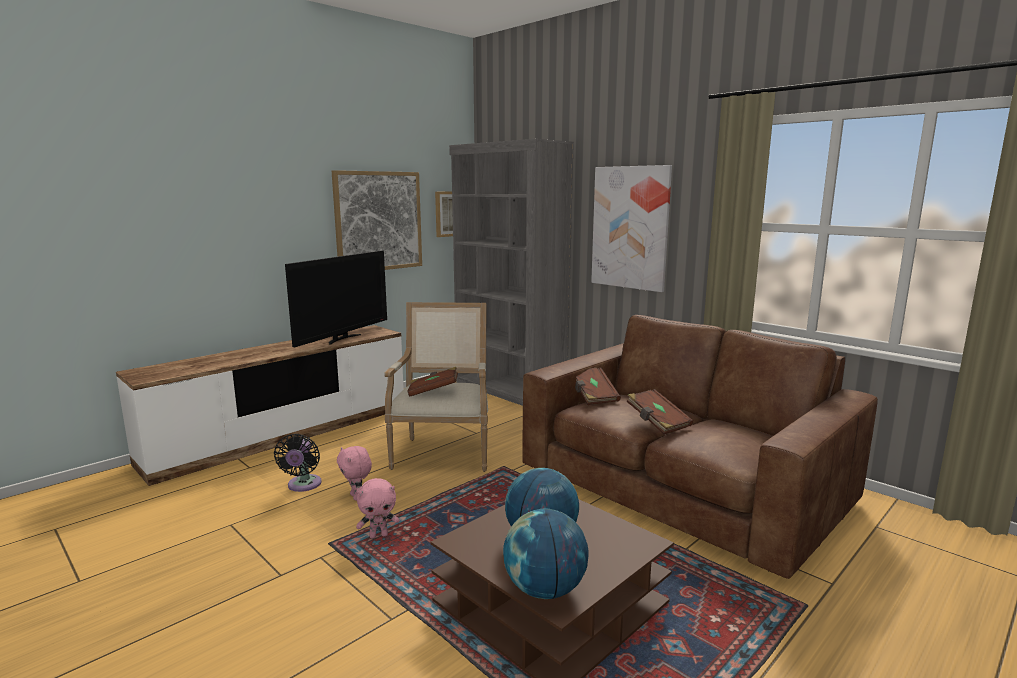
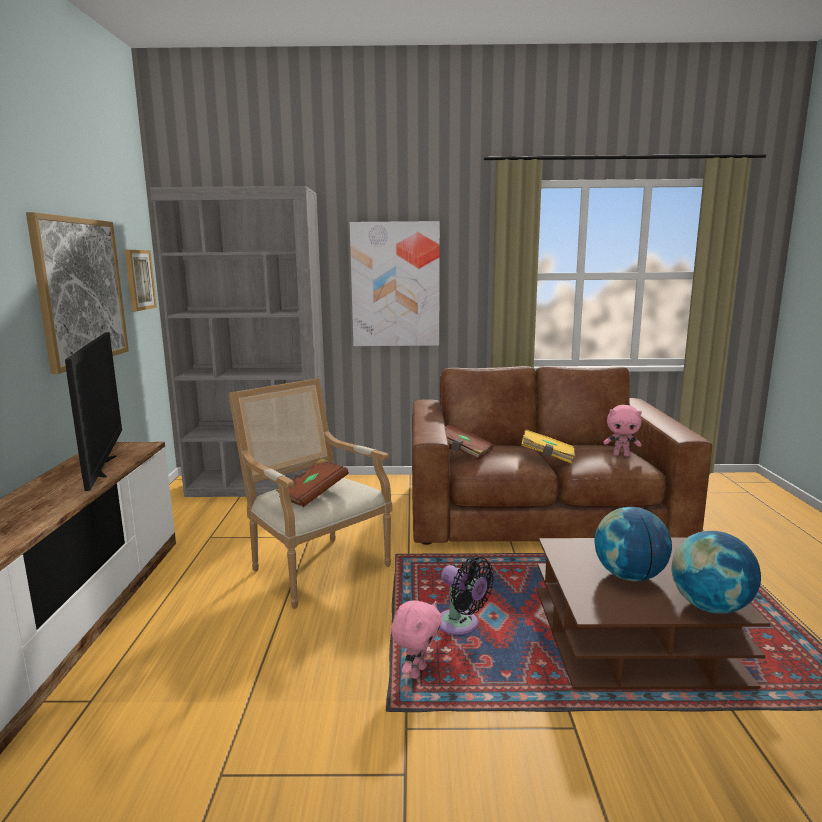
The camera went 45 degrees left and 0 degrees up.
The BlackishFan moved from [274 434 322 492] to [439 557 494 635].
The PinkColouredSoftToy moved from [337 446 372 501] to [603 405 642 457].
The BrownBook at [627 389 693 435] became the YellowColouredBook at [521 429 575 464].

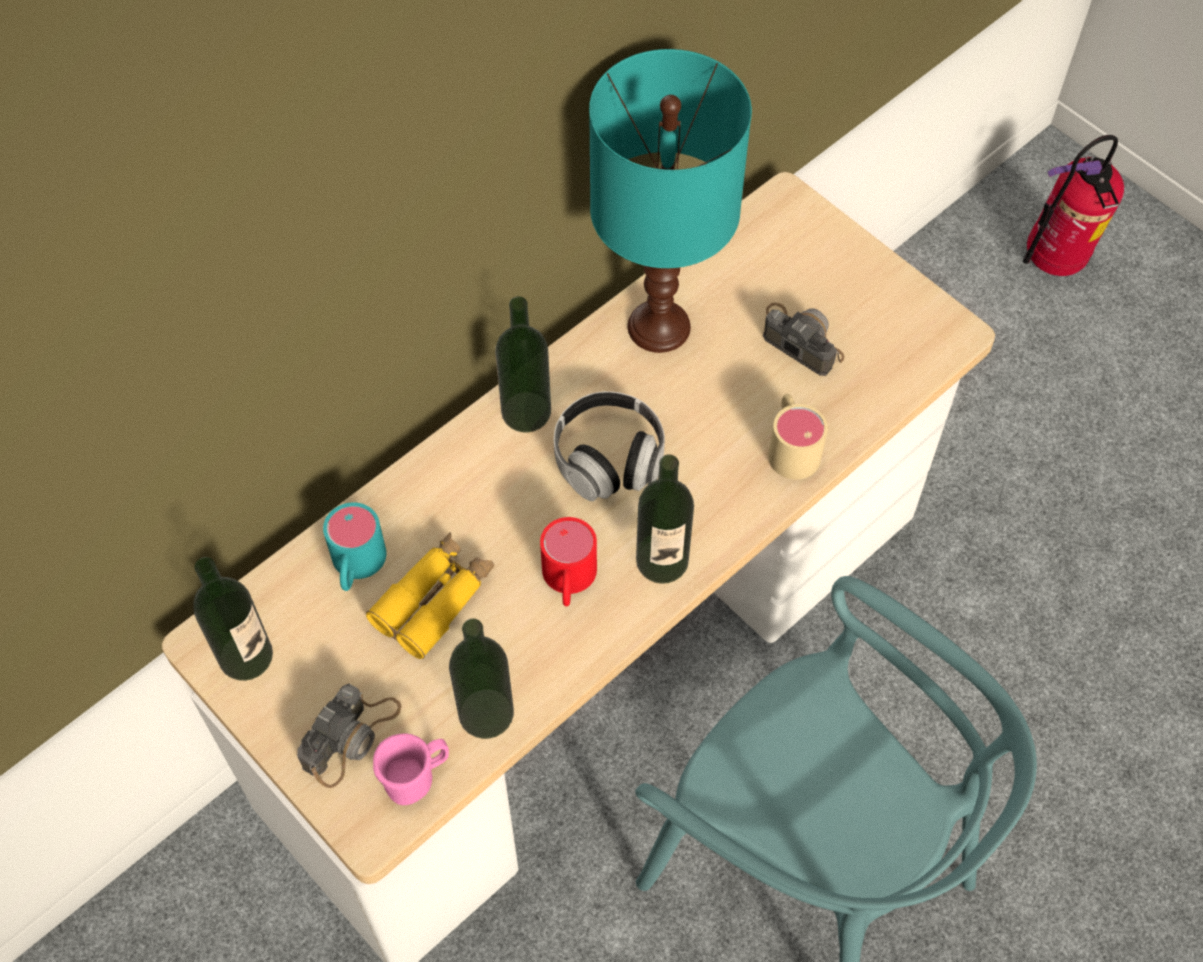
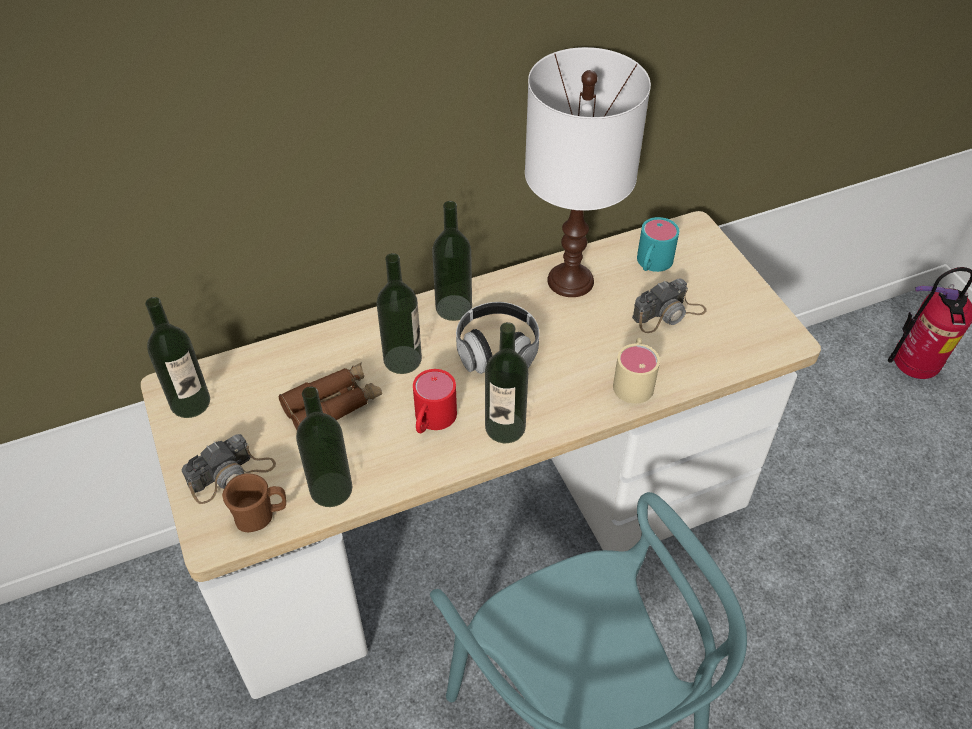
The camera went 20 degrees right and 10 degrees down.
The DrinkBottle at [376 253 422 374] appeared.
The TurquoiseColouredMug moved from [323 502 387 591] to [637 217 679 272].
The YellowColouredFieldGlasses at [366 532 494 659] became the BrownFieldGlasses at [279 362 382 430].
The PinkColouredMug at [373 733 449 805] became the BrownMug at [222 473 286 532].
The TurquoiseColouredTableLamp at [589 49 752 353] became the WhiteColouredTableLamp at [525 47 651 297].
The StillCamera at [763 303 845 376] turned 90 degrees clockwise.

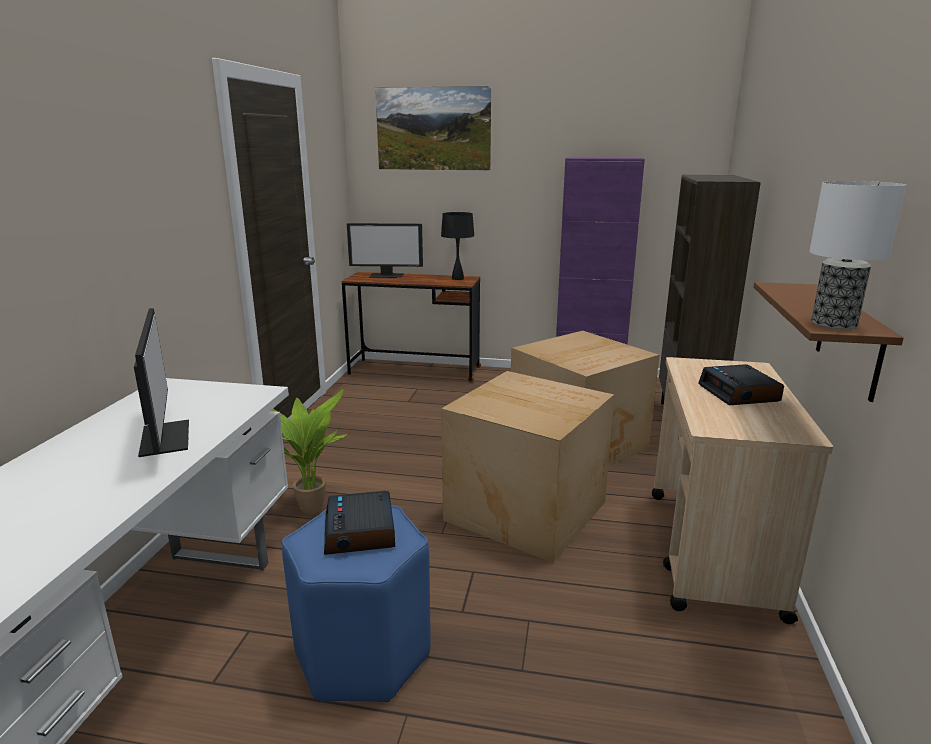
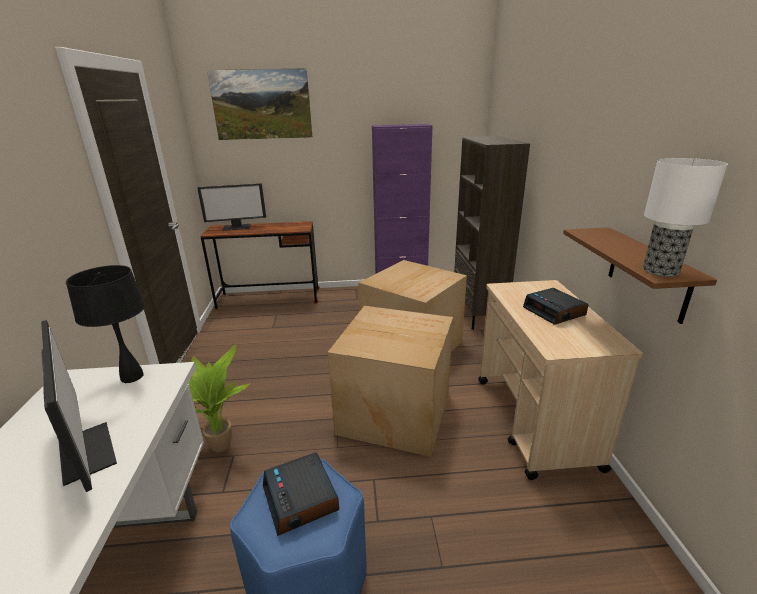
The camera went 15 degrees left and 5 degrees up.
The BlackishTableLamp moved from [441 212 474 280] to [66 265 145 383].

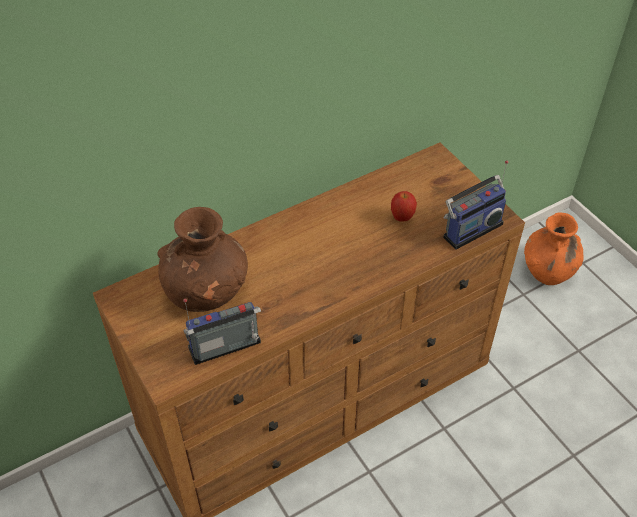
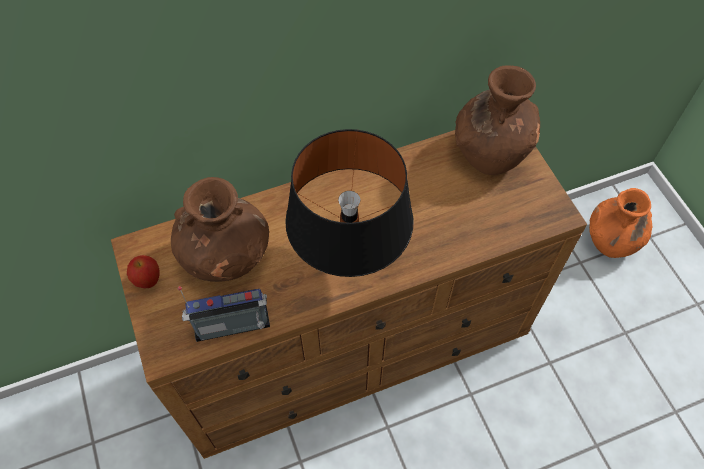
The camera went 10 degrees right and 10 degrees up.
The Radio at [443 160 508 250] disappeared.
The BlackishTableLamp at [285 129 413 277] appeared.
The BrownVase at [455 65 540 175] appeared.
The WholeApple moved from [391 191 417 221] to [127 255 160 288].

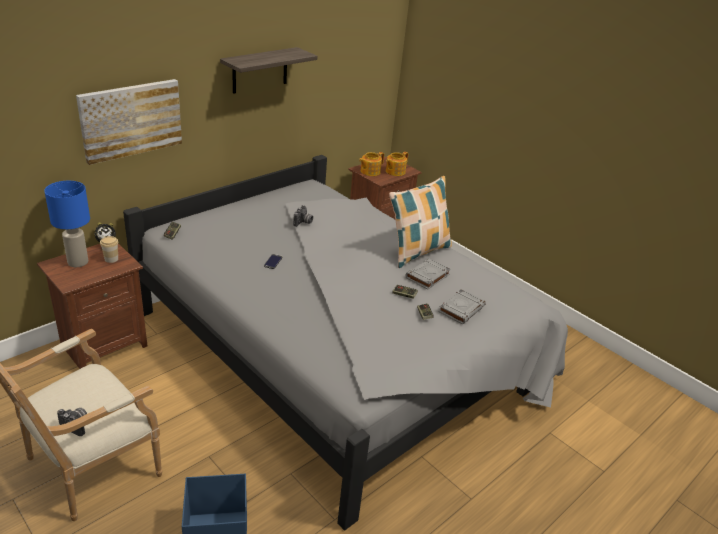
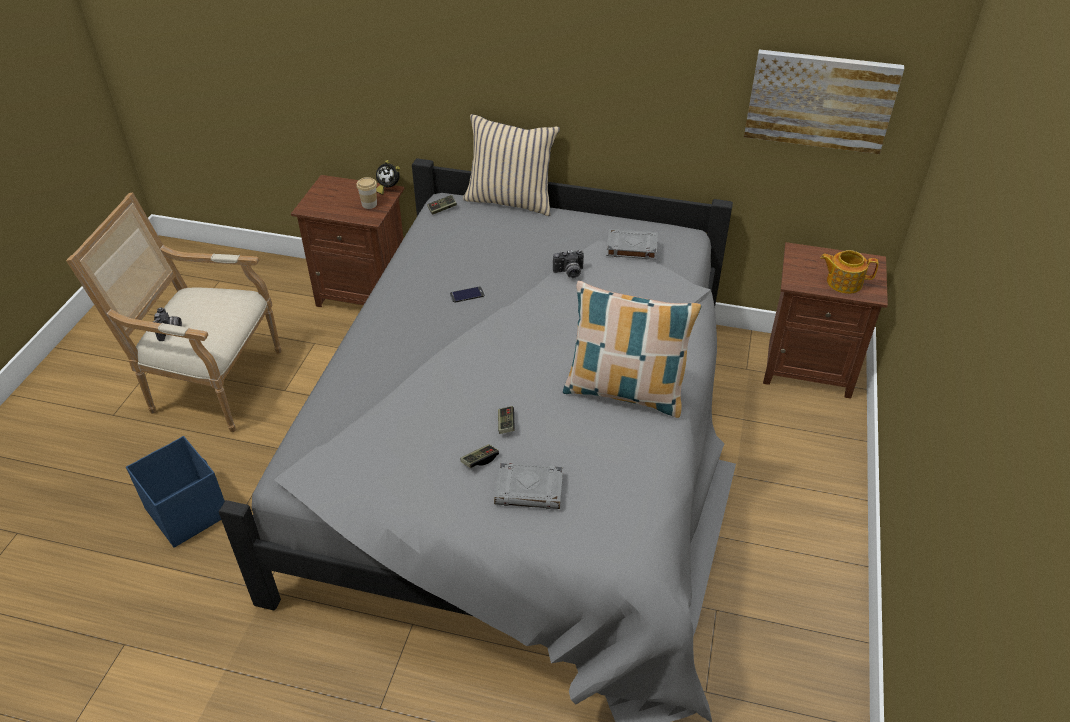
The camera went 60 degrees right and 10 degrees up.
The BlueTableLamp at [44 181 90 267] disappeared.
The WallShelf at [220 47 317 94] disappeared.
The PotForTea at [359 152 384 176] disappeared.
The SandColouredCushion at [463 114 560 216] appeared.
The WallPicture moved from [76 79 182 165] to [744 49 904 154].
The GreyBook moved from [405 258 451 290] to [606 229 658 260].

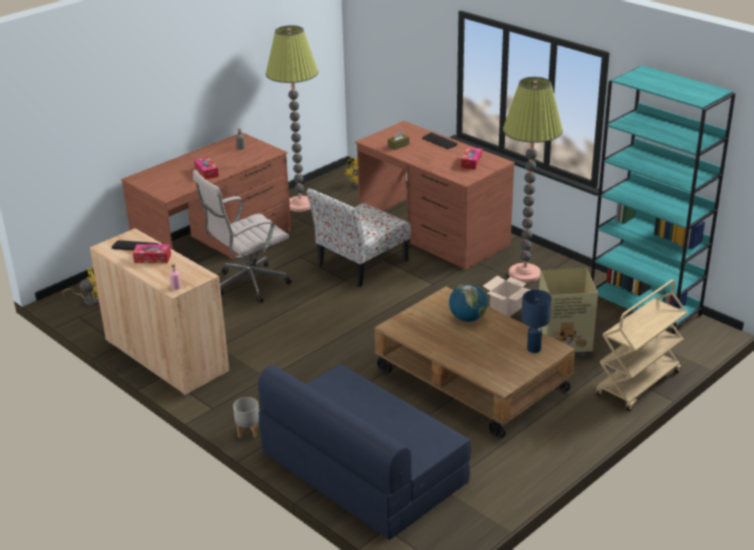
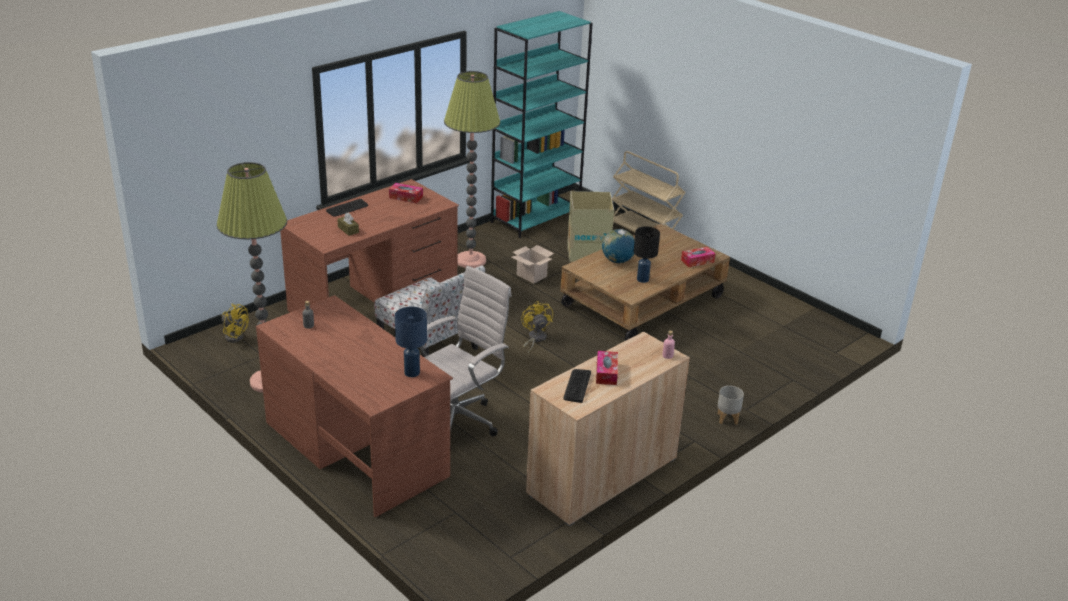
The camera went 90 degrees left and 0 degrees up.
The BlueSettee at [258 364 471 540] disappeared.
The BlackishTableLamp at [634 227 660 283] appeared.
The YellowColouredFan moved from [62 267 99 306] to [521 301 553 354].
The BoxOfTissues moved from [194 157 219 180] to [681 247 715 267].
The BlueTableLamp moved from [522 290 551 353] to [395 307 427 377].
The WhiteColouredDeskChair at [193 170 292 303] turned 105 degrees counterclockwise.

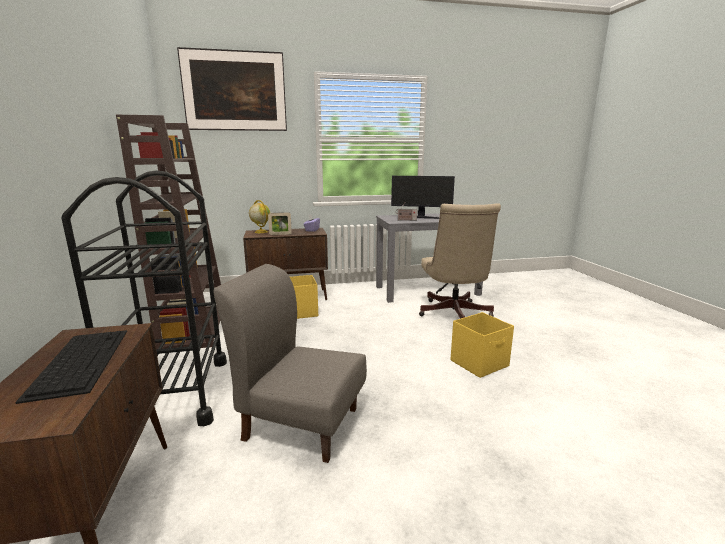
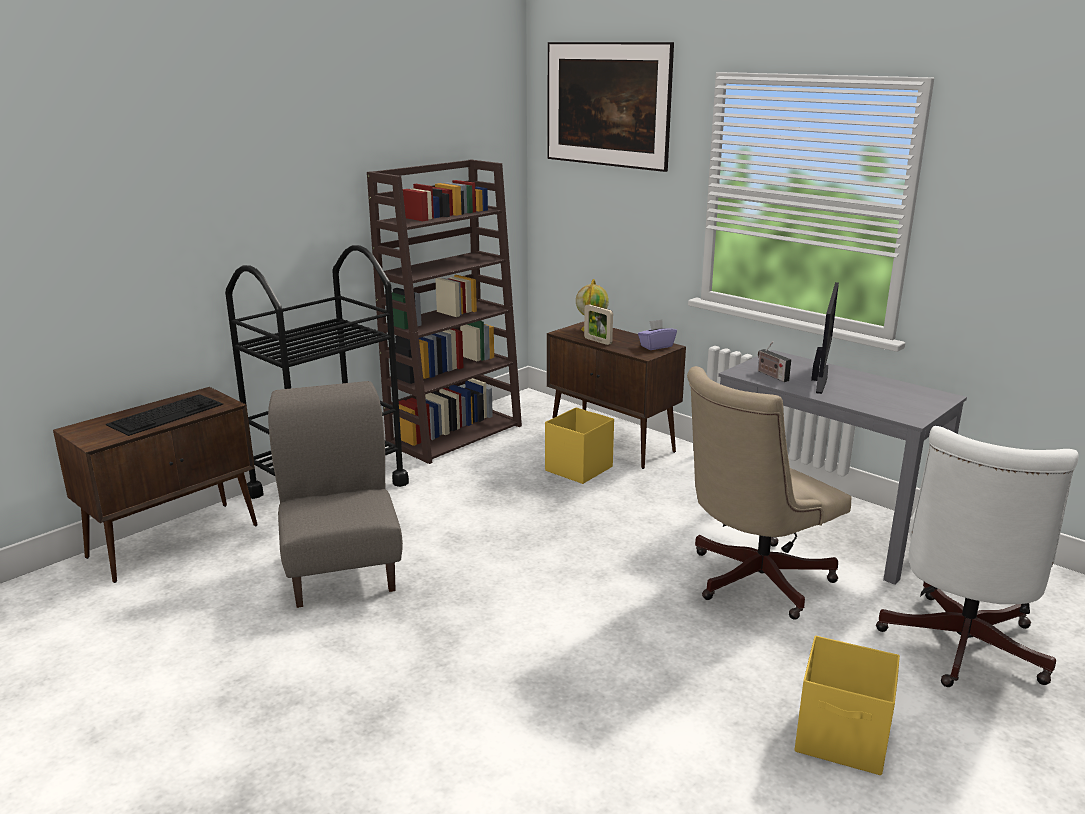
The camera went 55 degrees right and 5 degrees up.
The WhiteColouredDeskChair at [876 426 1079 687] appeared.
The YellowColouredStorageContainer moved from [451 312 514 378] to [795 635 900 775].
The ComputerDisplay at [391 176 455 219] turned 135 degrees counterclockwise.

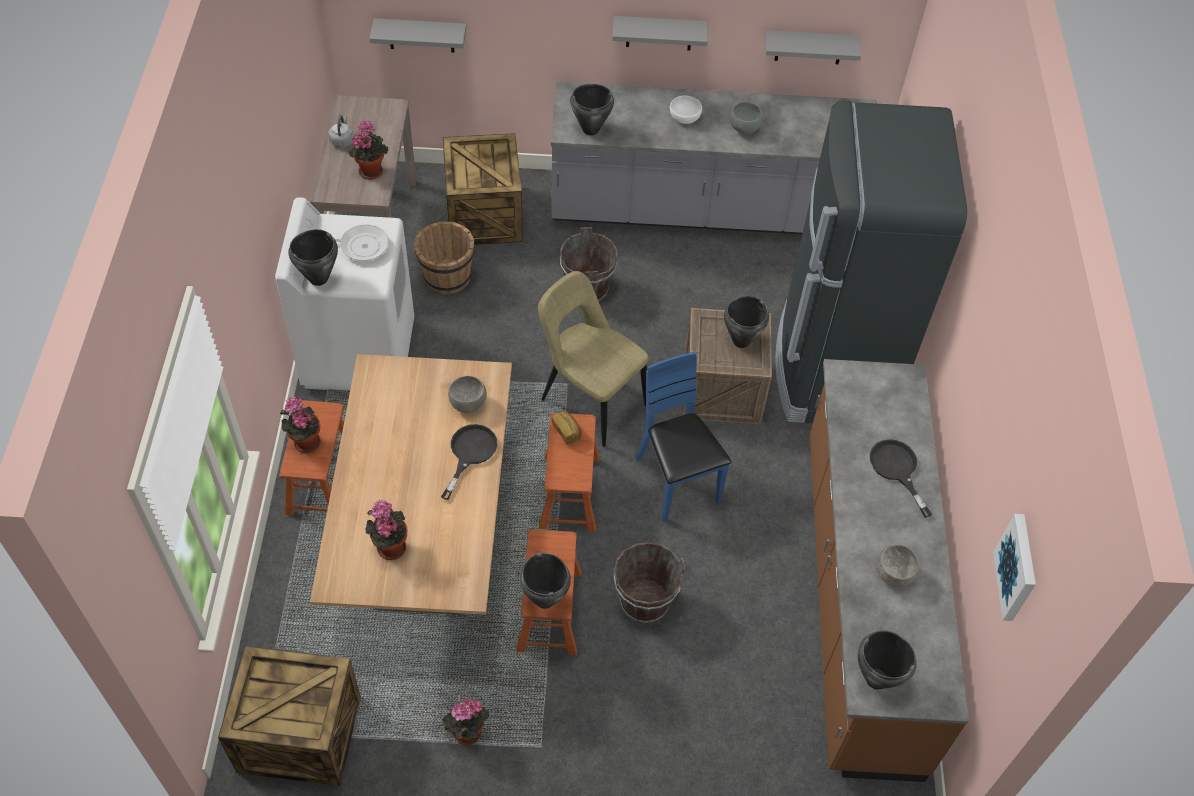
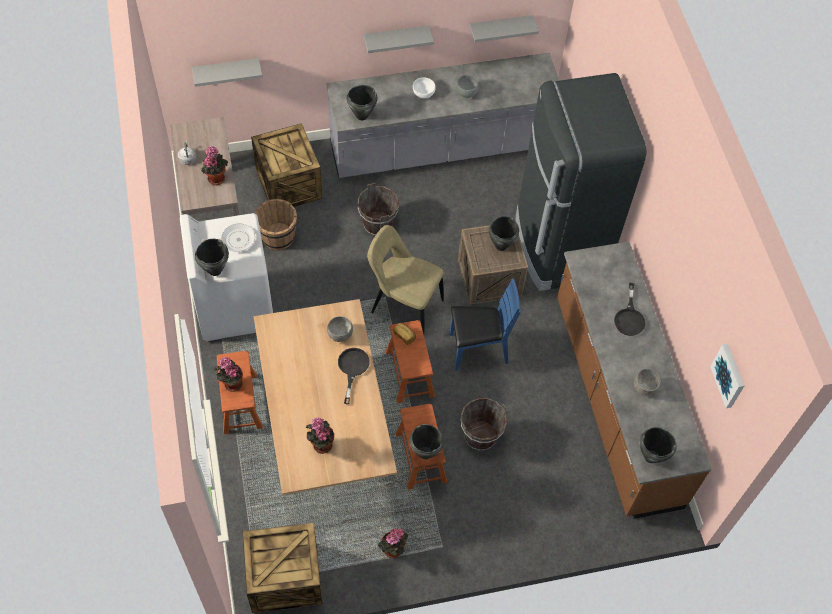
The camera went 15 degrees left and 5 degrees up.
The BlueUprightChair at [635 352 732 522] turned 120 degrees clockwise.
The BlackishSkillet at [870 439 933 518] turned 135 degrees counterclockwise.

